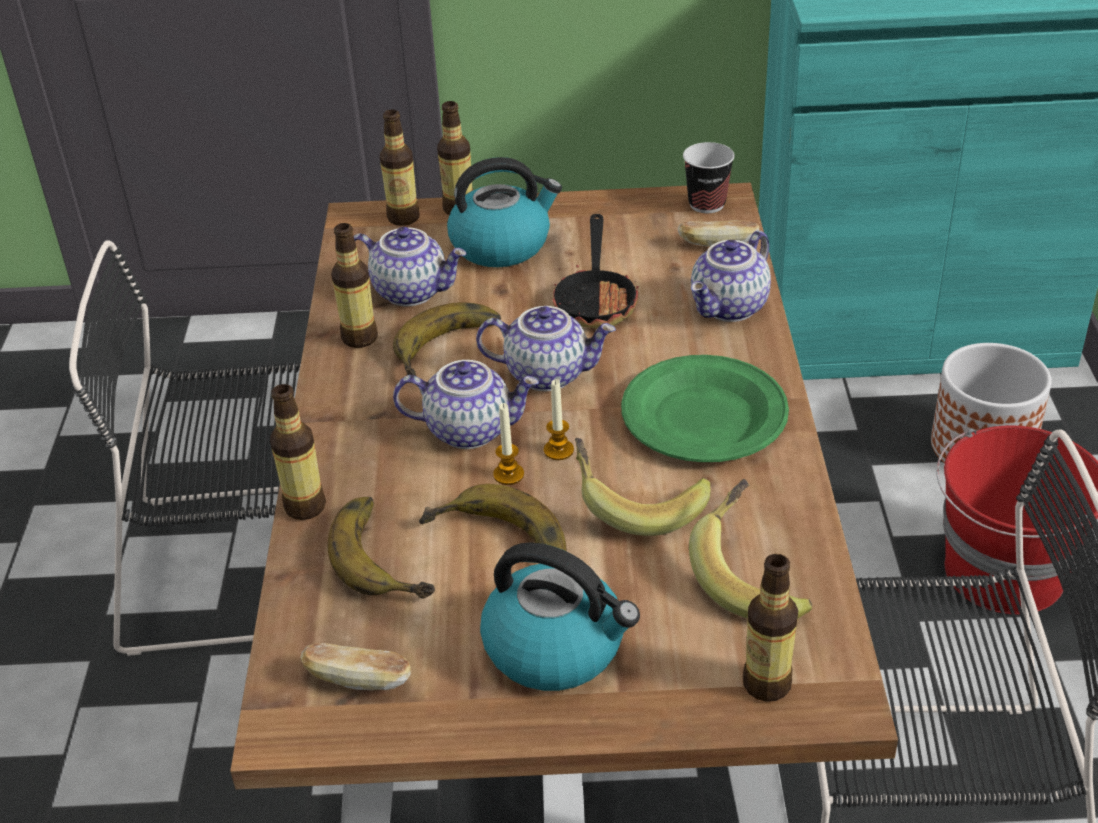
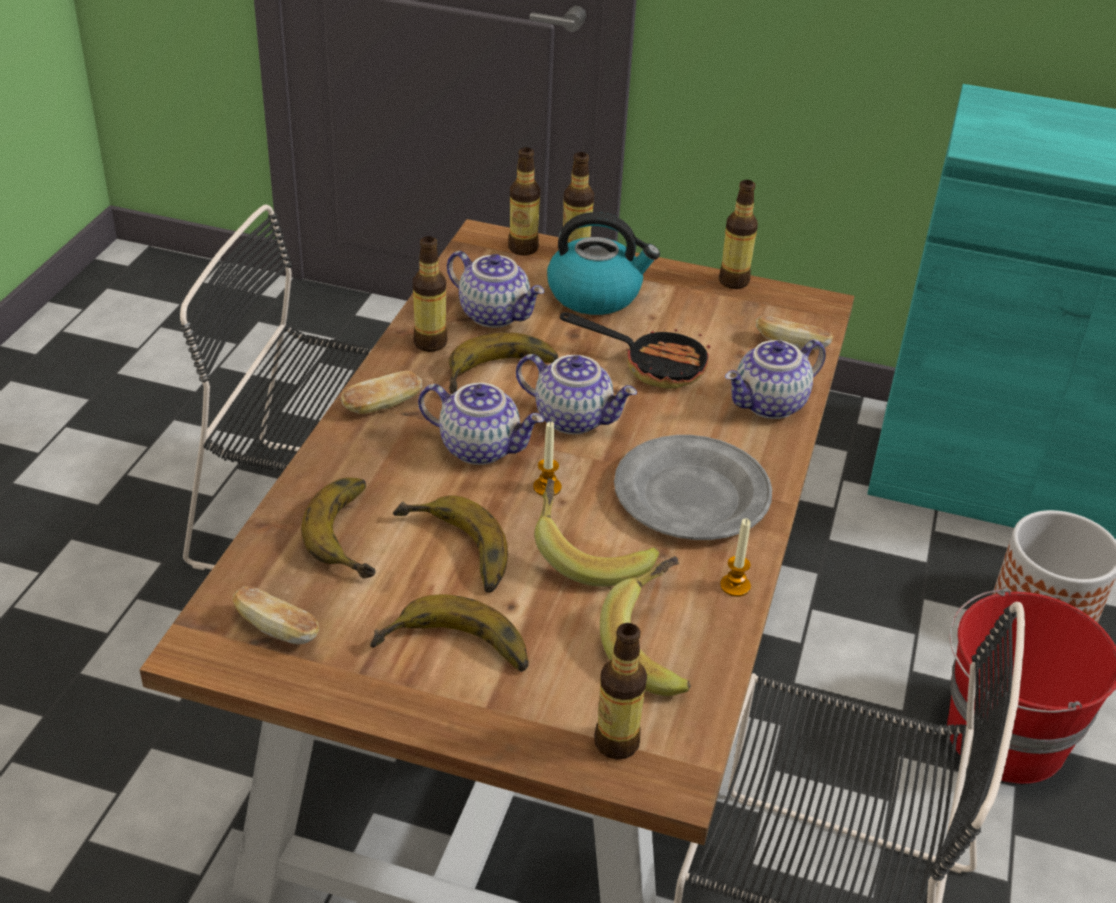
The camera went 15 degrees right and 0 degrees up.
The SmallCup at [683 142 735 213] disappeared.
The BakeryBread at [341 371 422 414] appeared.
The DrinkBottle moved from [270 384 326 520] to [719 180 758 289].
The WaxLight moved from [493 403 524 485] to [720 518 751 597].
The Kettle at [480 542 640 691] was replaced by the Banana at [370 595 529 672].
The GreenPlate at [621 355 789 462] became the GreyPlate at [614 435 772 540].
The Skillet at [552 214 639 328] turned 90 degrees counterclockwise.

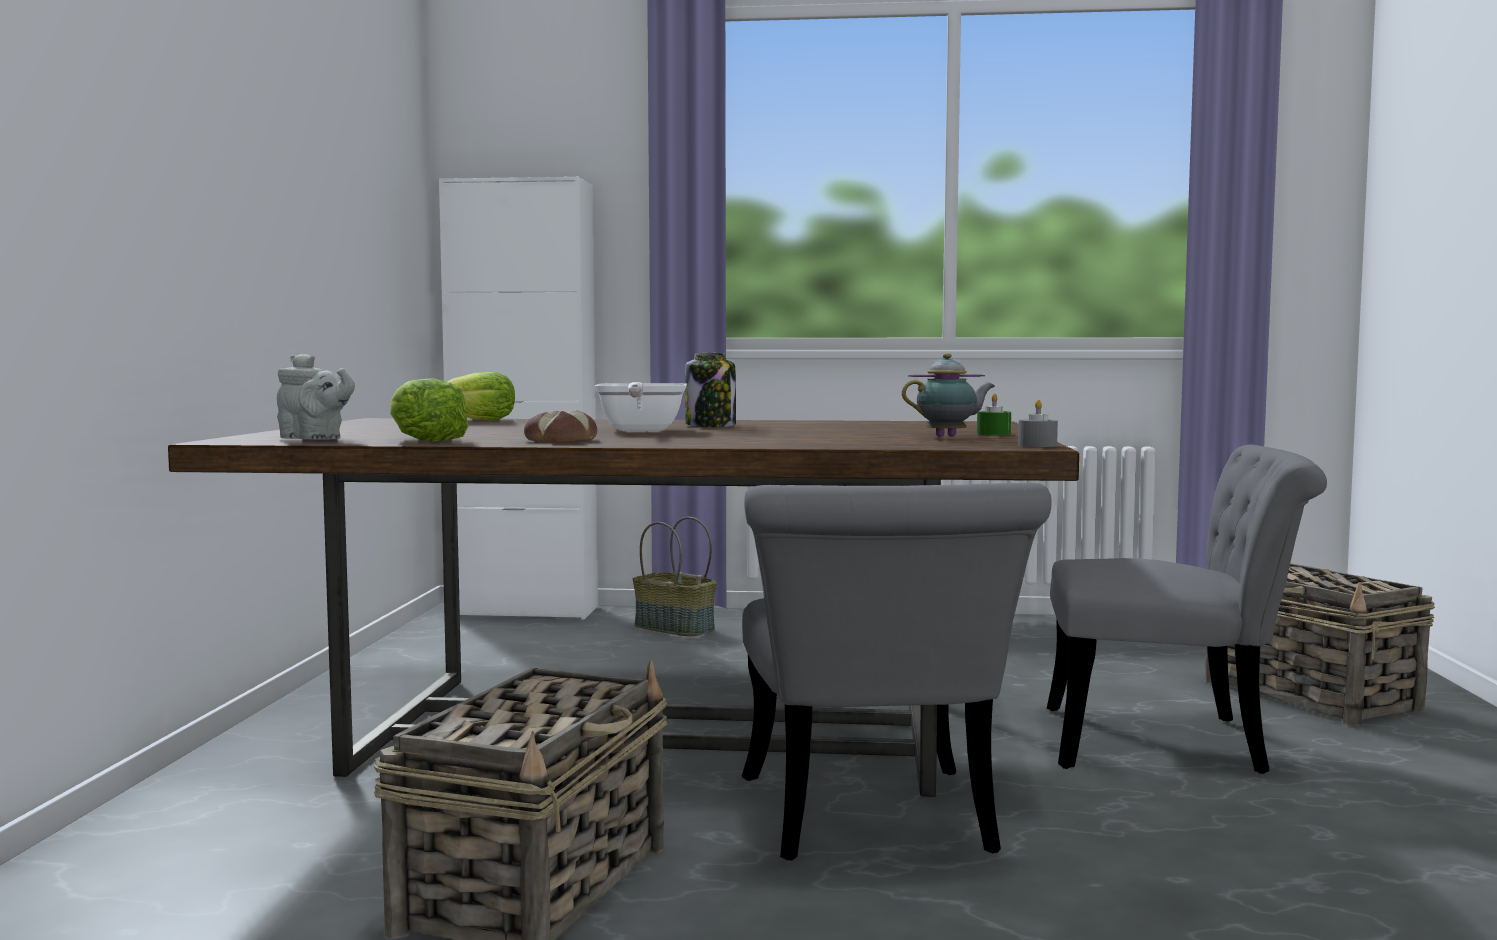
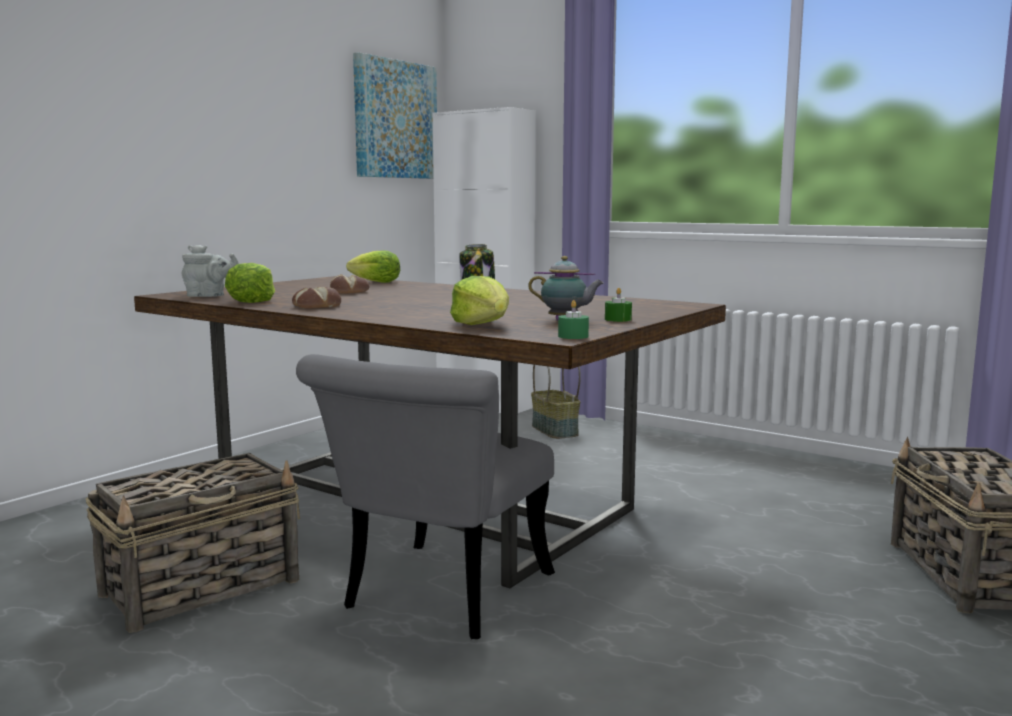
The camera went 30 degrees right and 5 degrees up.
The Skillet at [595 382 687 431] disappeared.
The GreyUprightChair at [1047 445 1327 774] disappeared.
The BakeryBread at [330 274 370 294] appeared.
The WallPicture at [353 52 437 179] appeared.
The LettuceHead at [450 276 509 325] appeared.
The GreyWaxLight at [1018 400 1058 447] became the GreenWaxLight at [558 300 589 339].
The GreyPotForTea at [277 353 355 439] turned 60 degrees counterclockwise.

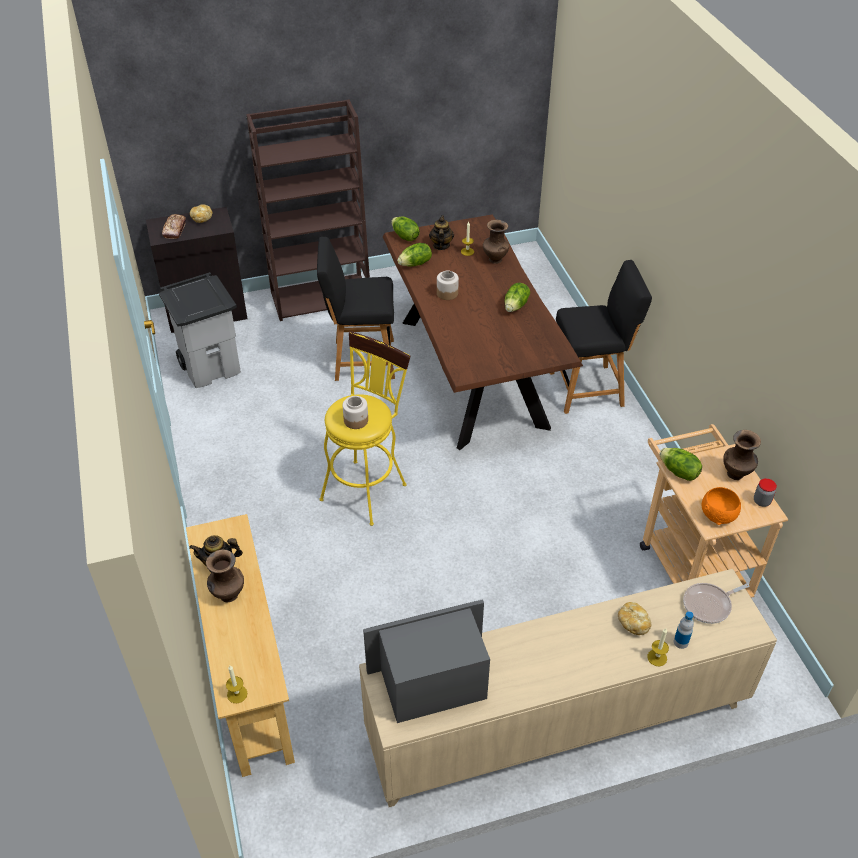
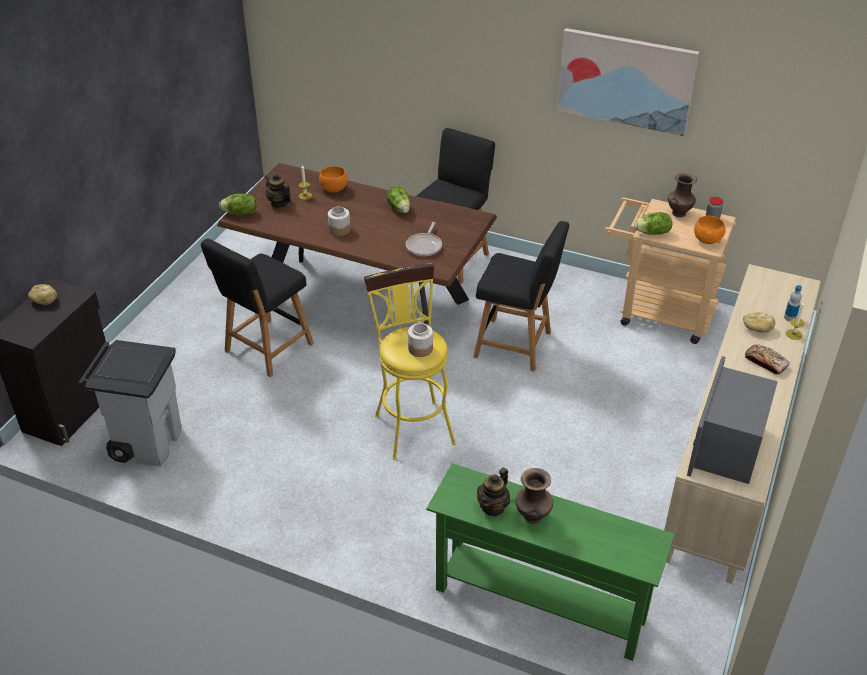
The camera went 50 degrees left and 5 degrees down.
The WaxLight at [226 666 247 703] disappeared.
The BrownShelvingUnit at [246 99 370 321] disappeared.
The LettuceHead at [397 243 432 267] disappeared.
The BlackishUprightChair at [474 221 569 372] appeared.
The WallPicture at [557 28 699 136] appeared.
The BakeryBread moved from [162 214 186 239] to [745 344 790 375].
The Skillet moved from [683 583 749 624] to [406 222 442 256].
The BrownVase at [483 219 509 264] was replaced by the OrangeBowl at [319 166 348 193].
The SandColouredNarrowTable at [186 514 295 777] became the GreenNarrowTable at [426 463 675 661].

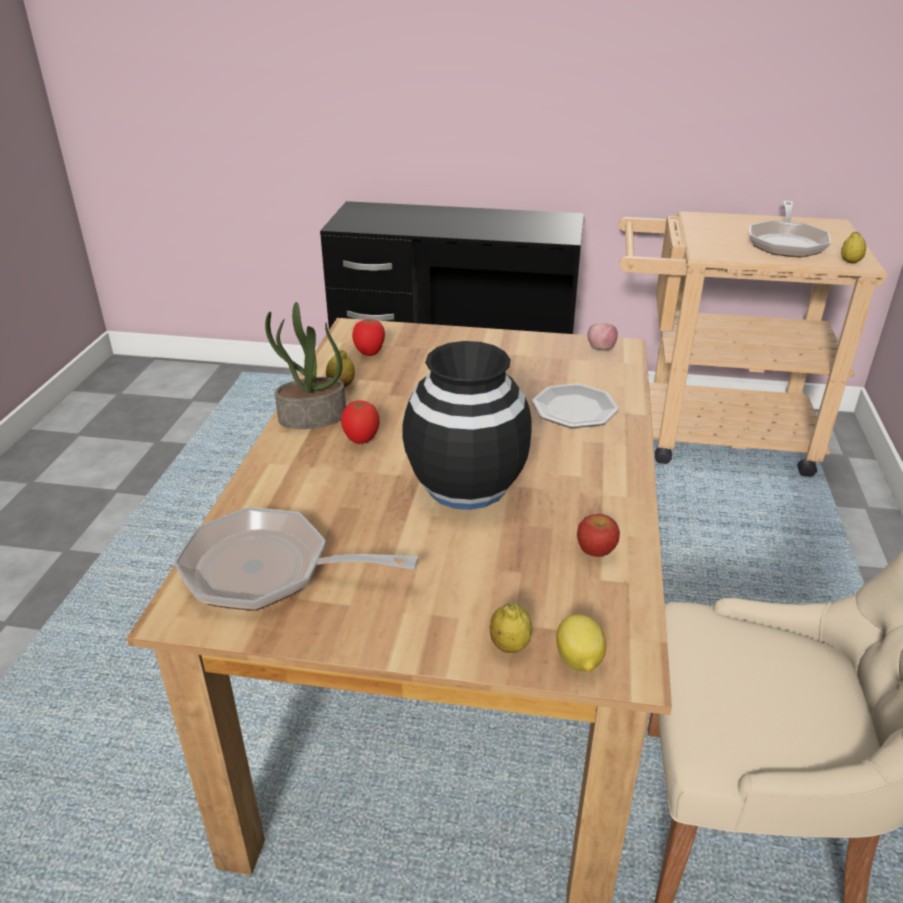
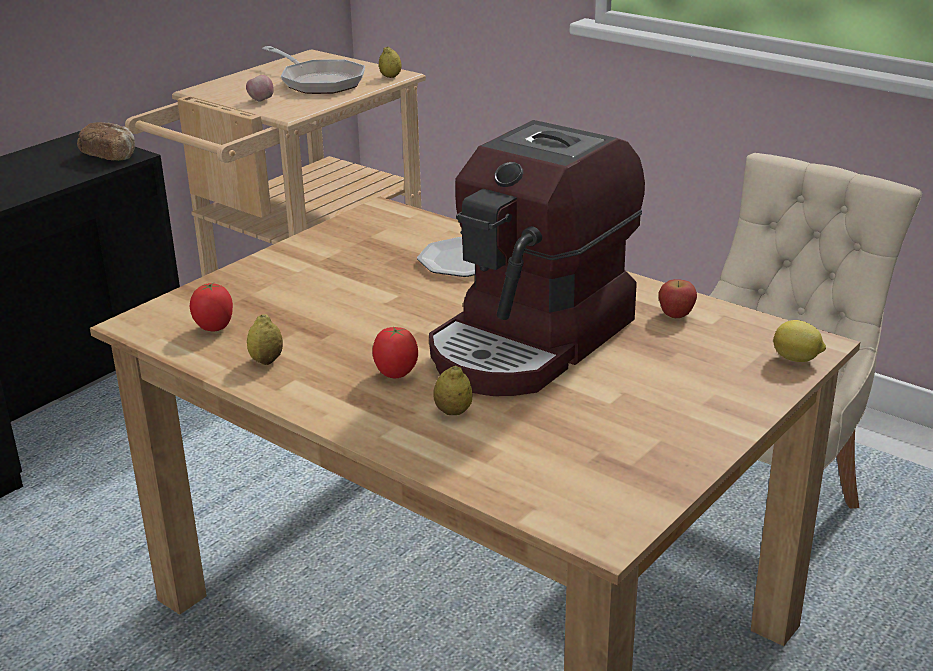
The camera went 60 degrees left and 5 degrees down.
The Skillet at [174 507 418 611] disappeared.
The Houseplant at [265 302 346 429] disappeared.
The BakeryBread at [77 122 135 161] appeared.
The WholeLemon moved from [490 603 532 653] to [433 365 472 415].
The WholeApple moved from [588 323 618 350] to [246 75 274 102].
The BlackishVase at [402 341 531 510] was replaced by the CoffeeMachine at [429 120 645 396].

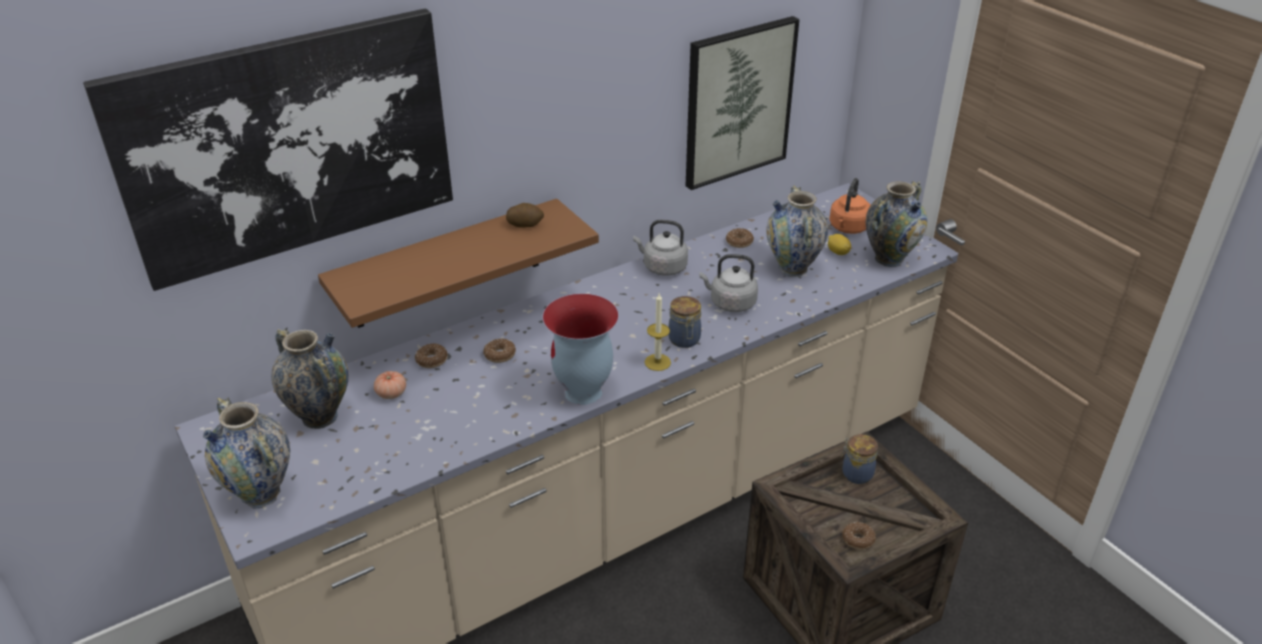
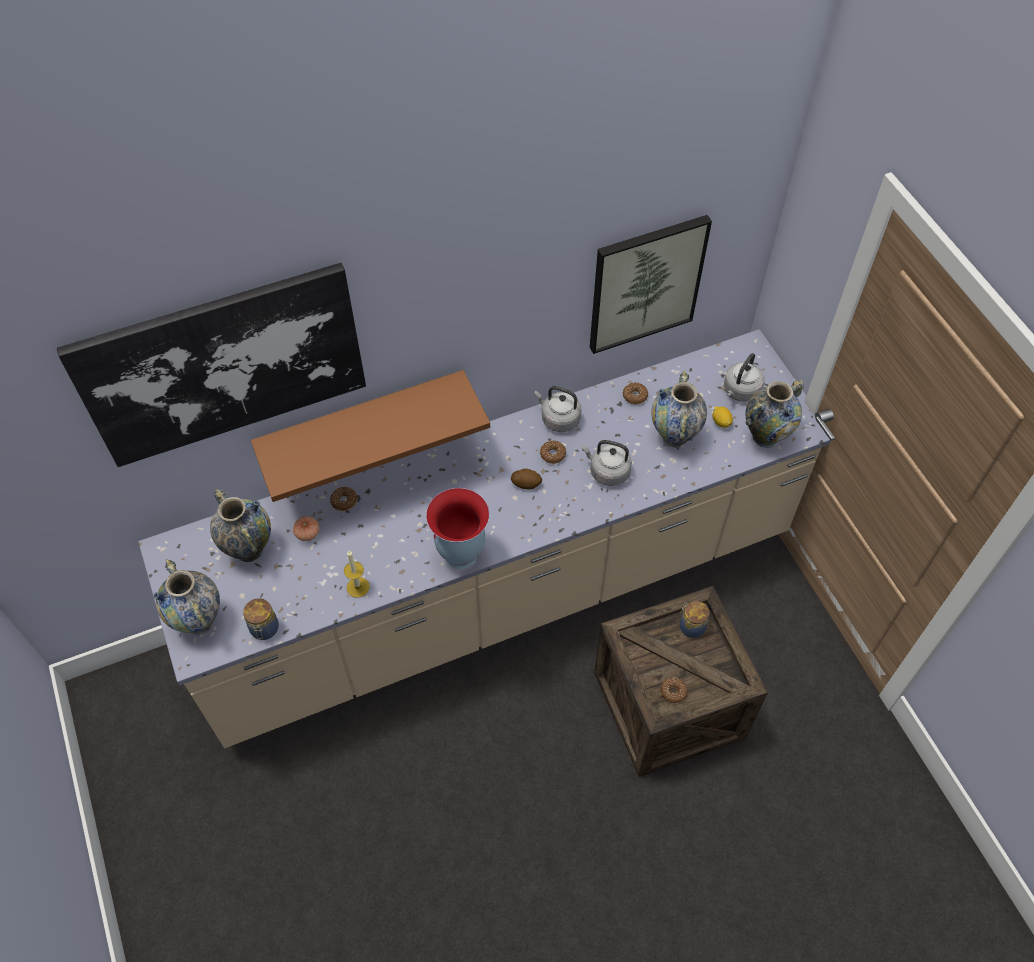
The camera went 10 degrees right and 20 degrees up.
The RingDoughnut moved from [483 338 516 363] to [540 441 566 464].
The Potato moved from [506 203 544 228] to [511 469 542 490].
The WaxLight moved from [645 293 671 371] to [344 551 370 597].
The StorageJar moved from [669 296 701 348] to [243 598 279 640].
The OrangeKettle at [829 178 870 234] became the GreyKettle at [724 353 764 402].

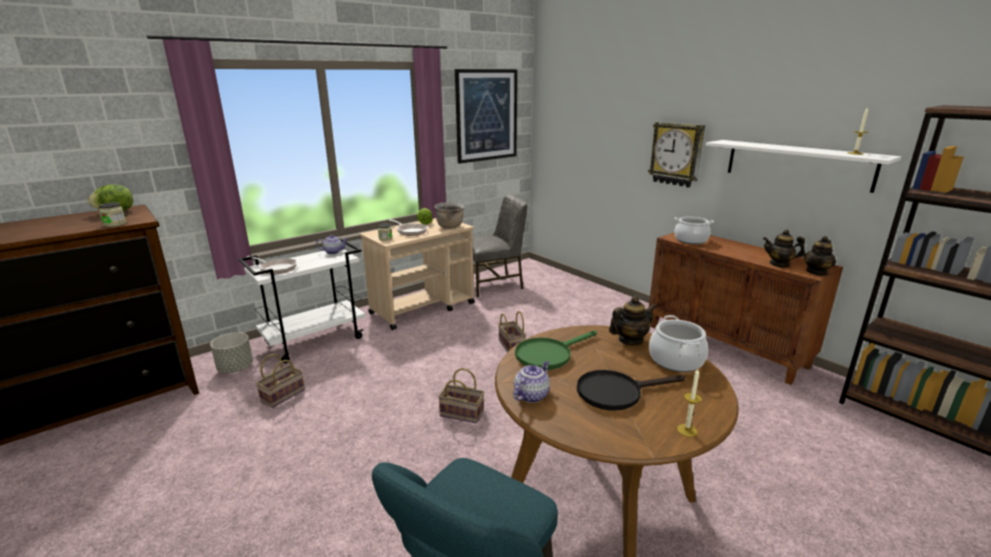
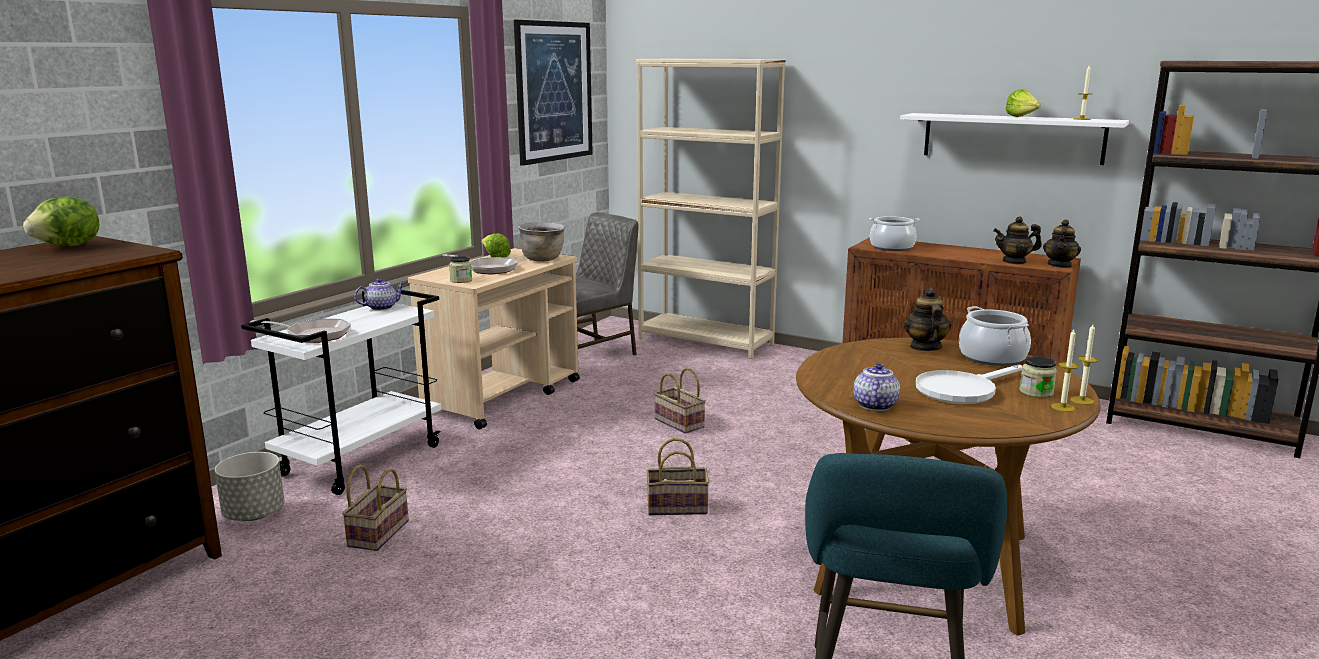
The camera went 20 degrees left and 5 degrees down.
The GreenSkillet at [515 330 597 370] disappeared.
The ClockOnTheWall at [648 122 705 188] disappeared.
The SandColouredShelvingUnit at [636 59 786 359] appeared.
The LettuceHead at [1005 89 1041 117] appeared.
The WaxLight at [1070 324 1098 405] appeared.
The StorageJar moved from [99 202 126 227] to [1019 356 1057 398].
The BlackishSkillet at [577 370 685 411] became the WhiteColouredSkillet at [916 365 1022 404].
The PotForTea at [609 296 656 345] turned 45 degrees counterclockwise.

